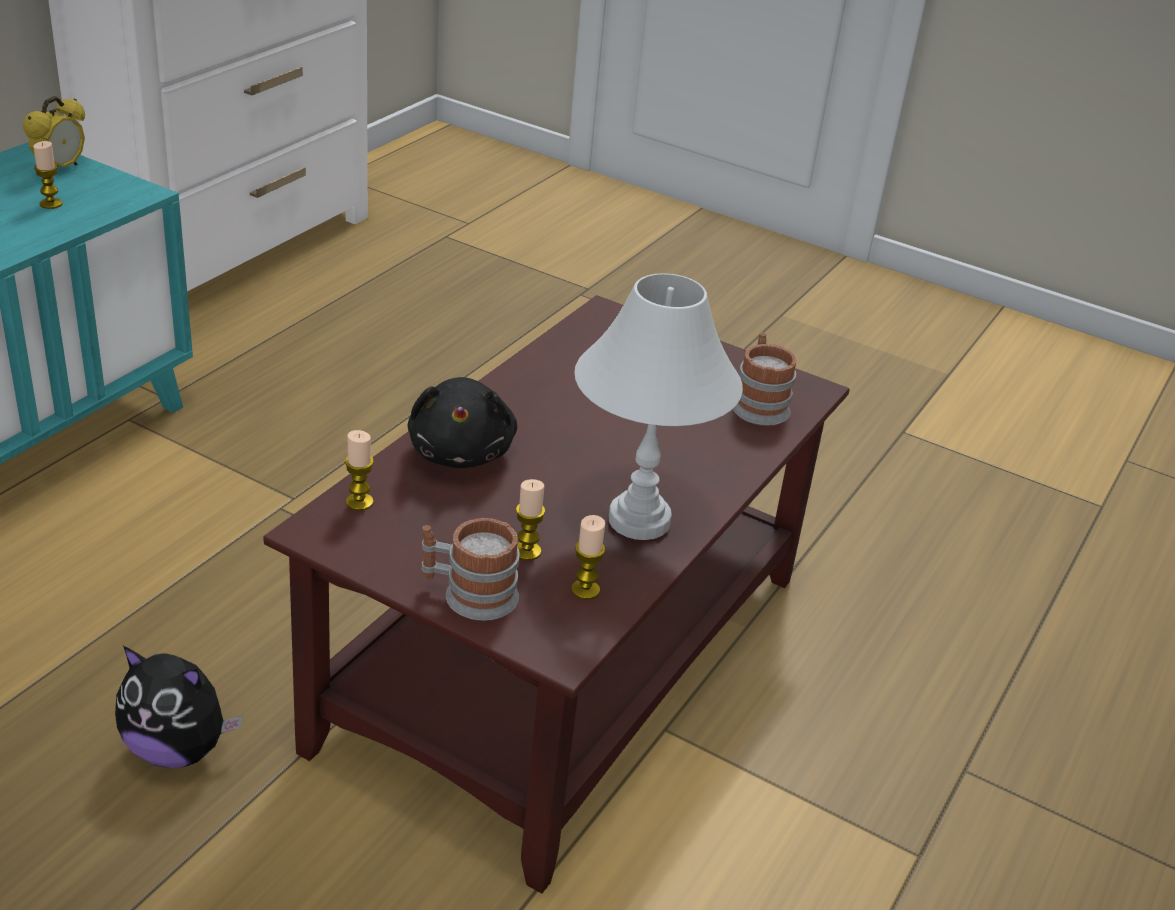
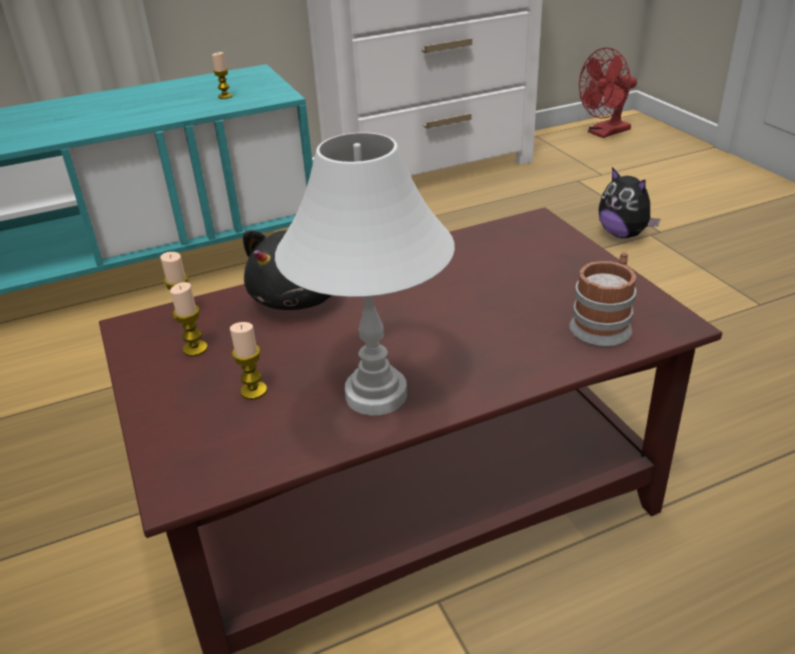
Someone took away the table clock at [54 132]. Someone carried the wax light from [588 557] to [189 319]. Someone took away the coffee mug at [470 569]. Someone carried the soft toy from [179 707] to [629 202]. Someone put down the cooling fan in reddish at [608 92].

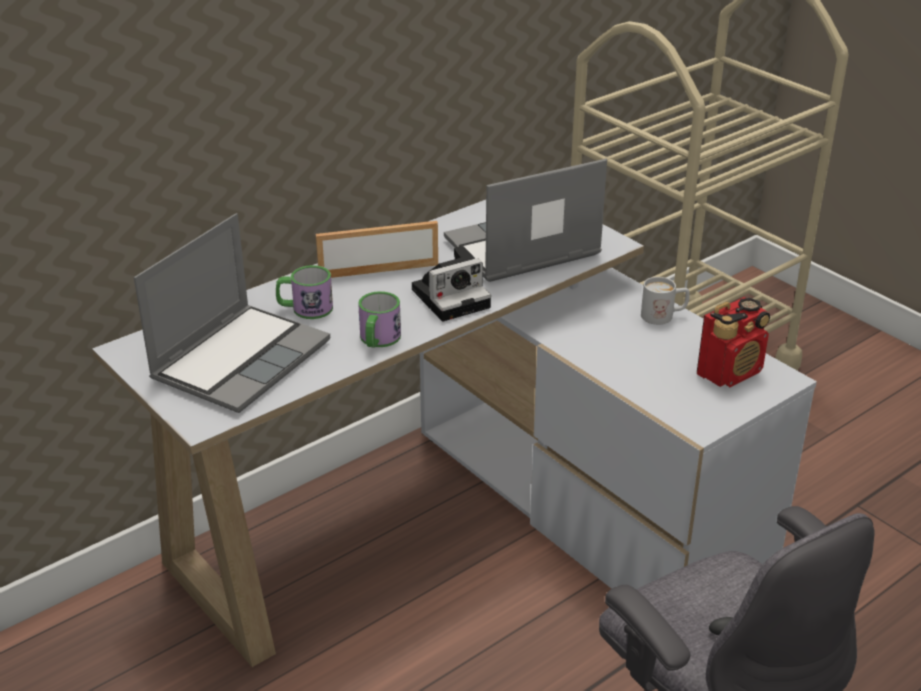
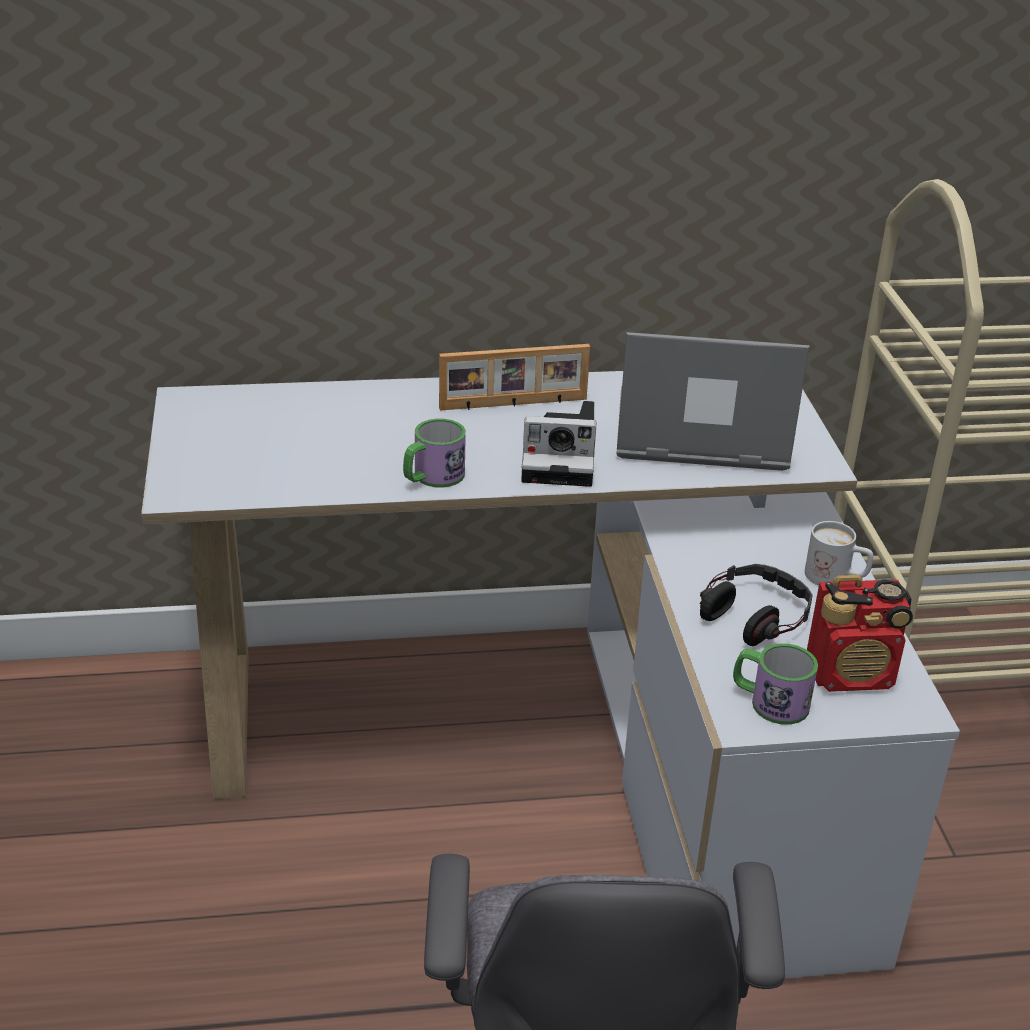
Someone took away the portable computer at [232 313]. Someone rotated the standing frame at [377 249] by 150 degrees clockwise. Someone carried the coffee mug from [304 292] to [775 684]. Someone put down the pair of headphones at [756 605].

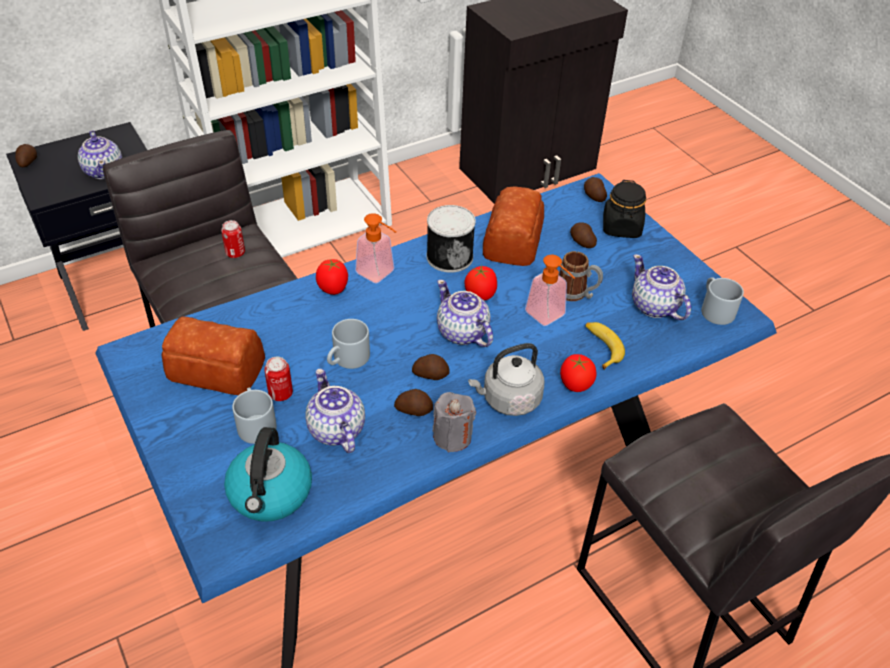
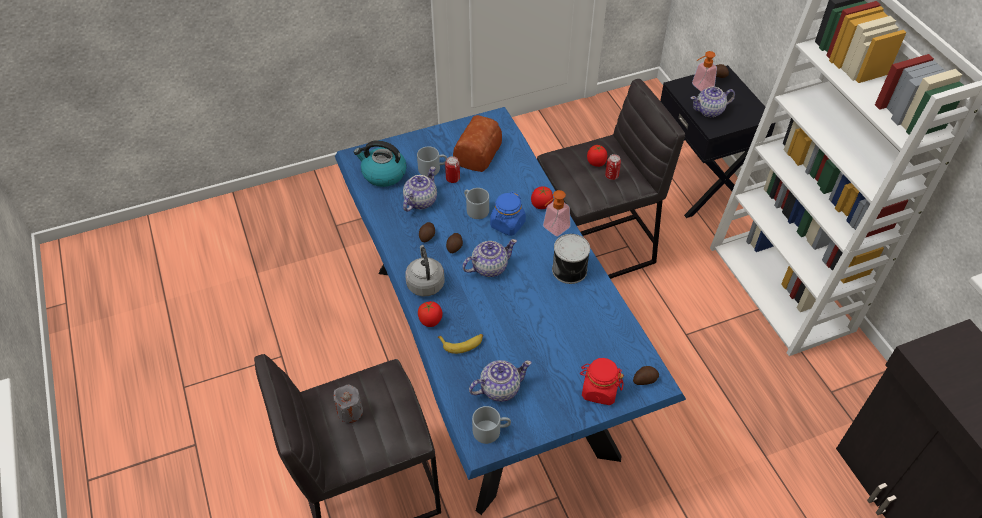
Someone repainted the jar in blackish at [624 209], which became the jar in reddish at [602 381]. Someone took away the bread at [513 226]. Someone took away the spud at [583 235]. Someone took away the coffee mug at [581 276]. Someone carried the liquid soap bottle from [550 290] to [704 71]. Someone carried the fresh tomato from [481 283] to [597 156]. Someone rotated the tea pot at [335 410] by 45 degrees counterclockwise. Someone carried the wax light in gray from [454 422] to [348 403]. Someone put down the jar in blue-coloured at [508 213].

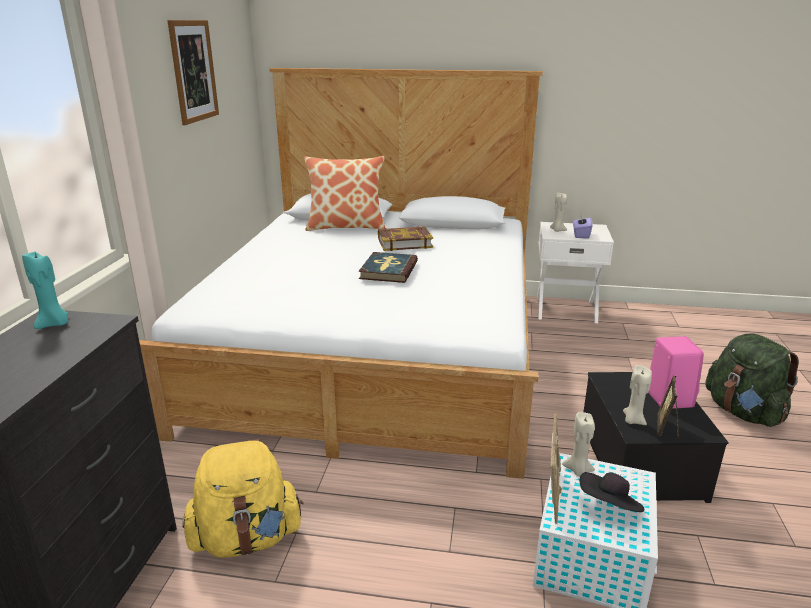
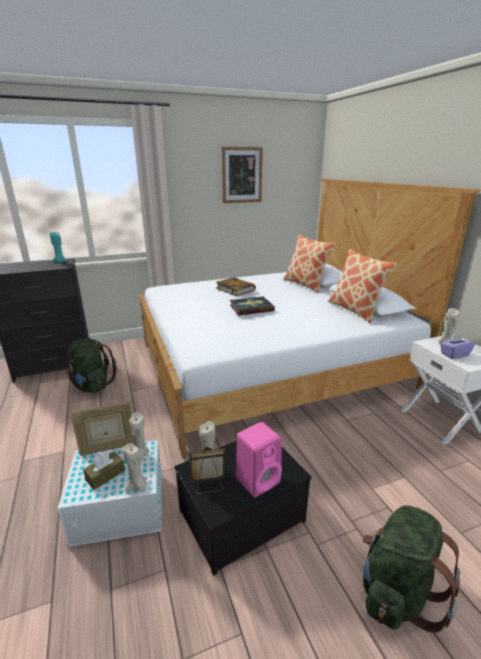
Someone carried the volume from [405 238] to [236 287]. Someone repainted the knapsack in yellowish at [242 498], which became the knapsack in green at [91 365]. Someone swapped the hat in blackish at [612 492] for the tissue box in brownish at [104 470]. Someone put down the cushion at [363 286]. Someone put down the wax light in beige-coloured at [135 467].

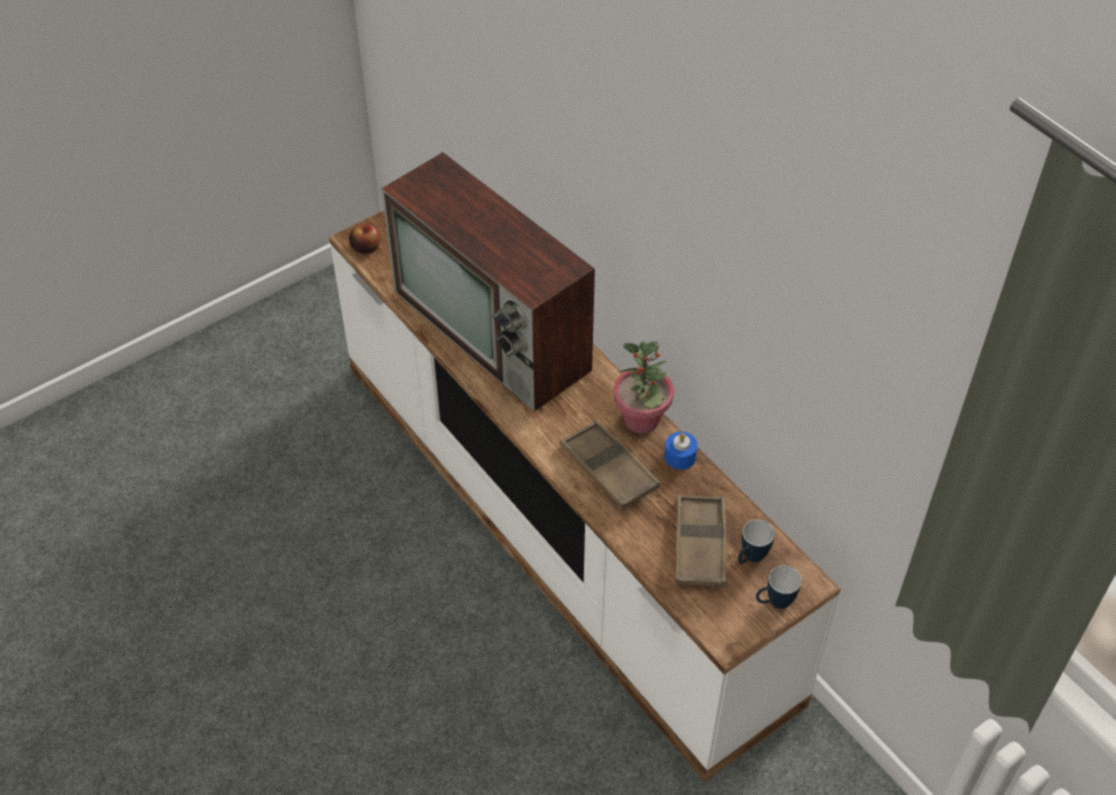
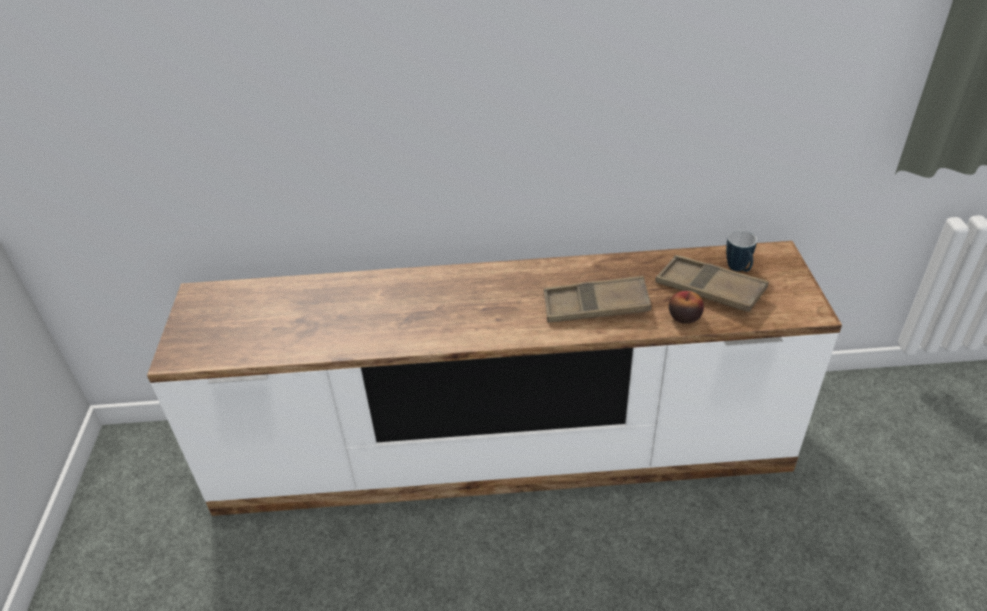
Someone took away the TV at [488 282]. Someone carried the apple fruit from [364 239] to [686 307]. Someone took away the potted plant at [643 387]. Someone took away the wax light in blue-coloured at [681 451]. Someone took away the coffee mug at [779 587].

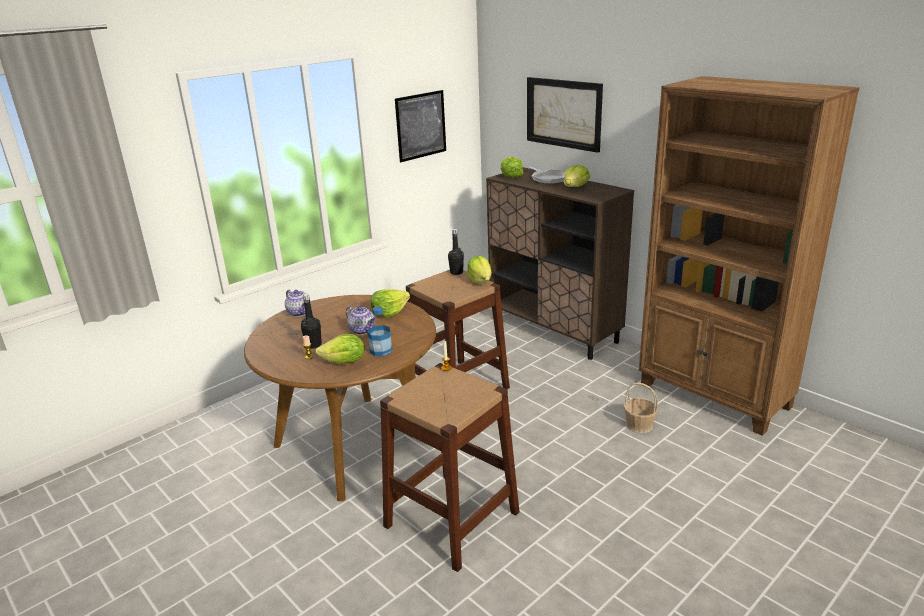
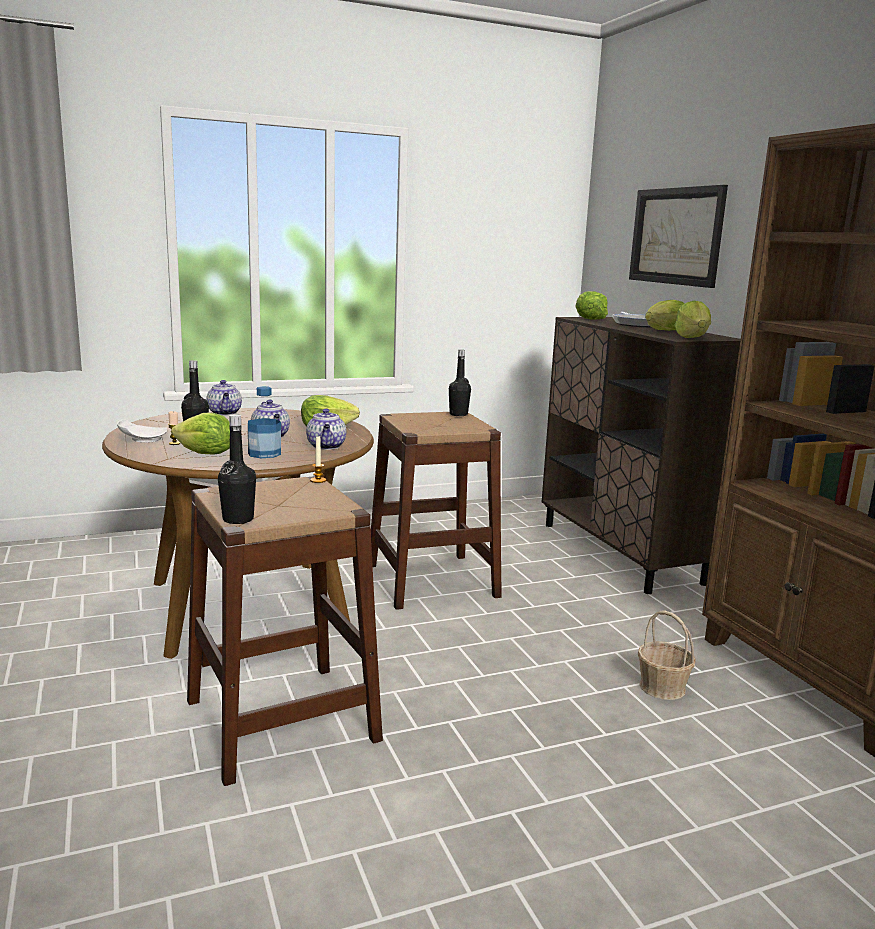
Someone took away the wall art at [420 126]. Someone carried the lettuce head from [479 270] to [693 319]. Someone put down the tea pot at [326 429]. Someone put down the bottle in blackish at [237 469]. Someone put down the flat dish in white-coloured at [142 431].

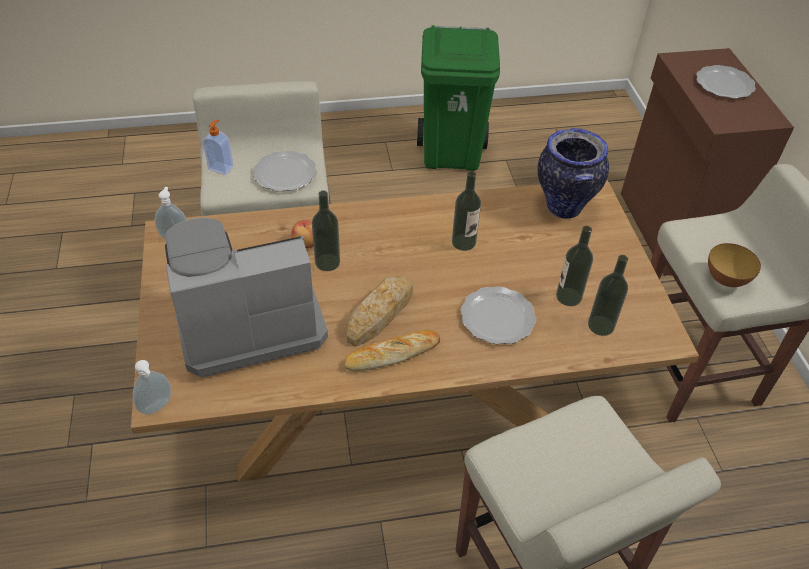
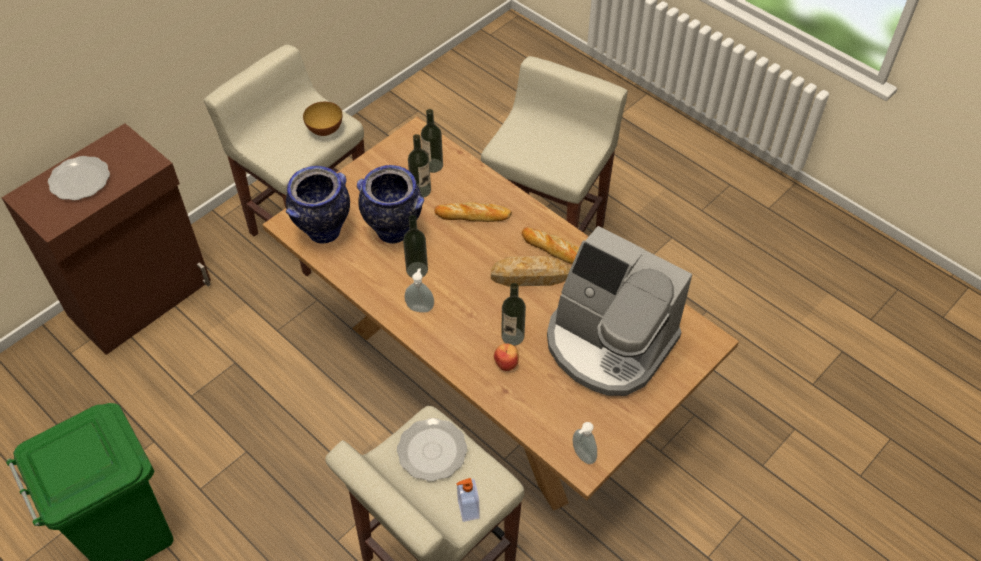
Someone swapped the flat dish at [498 315] for the bread at [473 212]. Someone carried the liquid soap bottle from [152 387] to [419 290]. Someone put down the flower vase at [390 204].

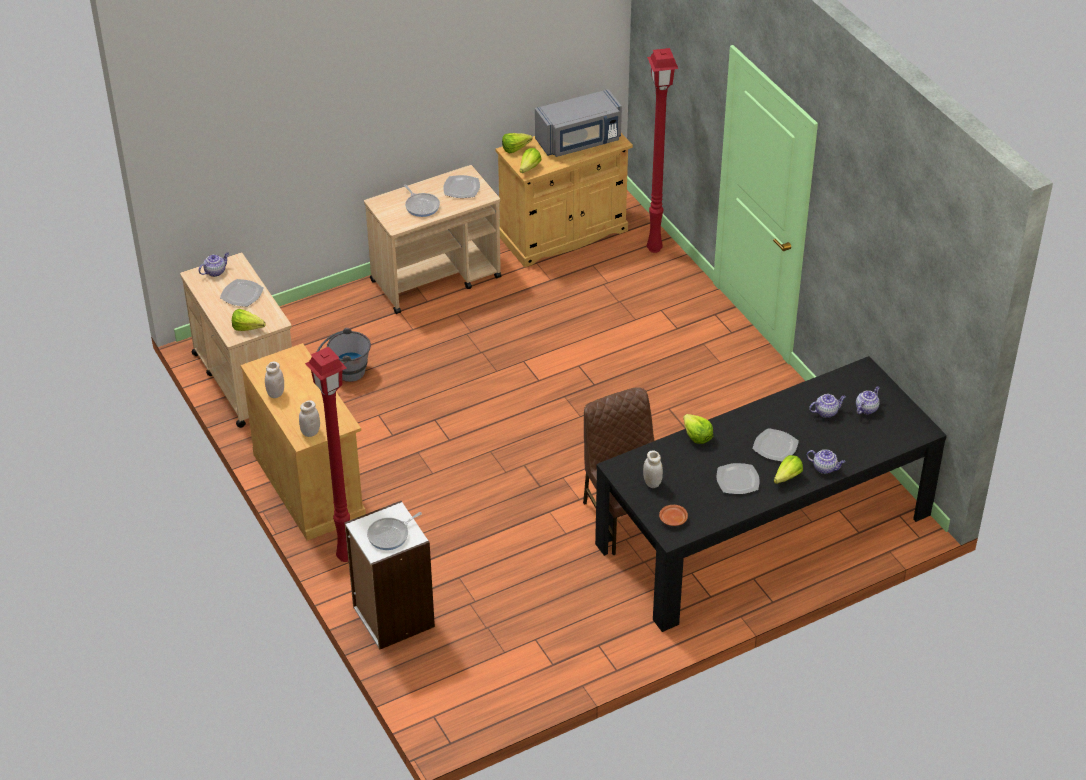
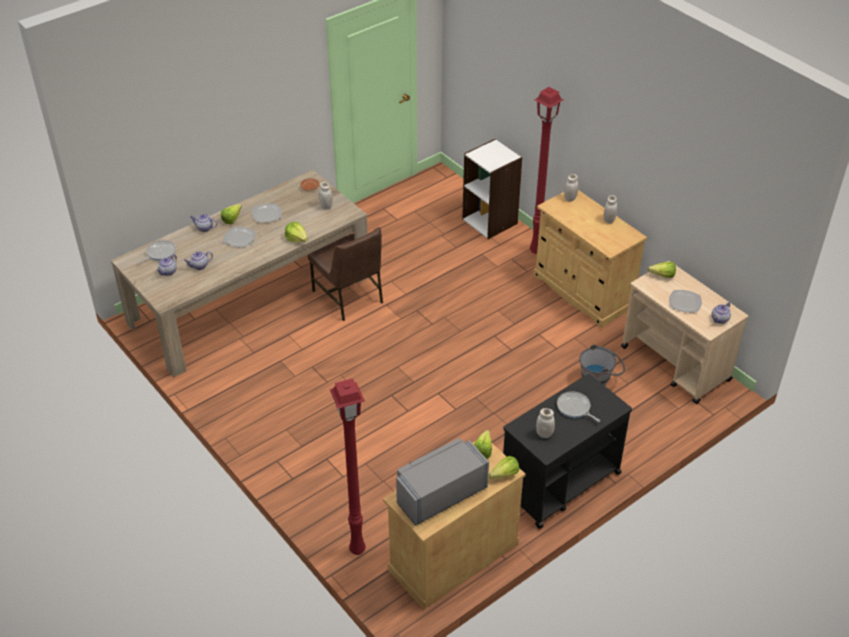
Someone repainted the trolley in beige-coloured at [432 239], which became the trolley in blackish at [567 451]. Someone swapped the flat dish at [461 186] for the jar in white-coloured at [545 423]. Someone repainted the dining table in blackish at [771 494], which became the dining table in beige-coloured at [240 273]. Someone carried the pan from [394 531] to [156 252].

